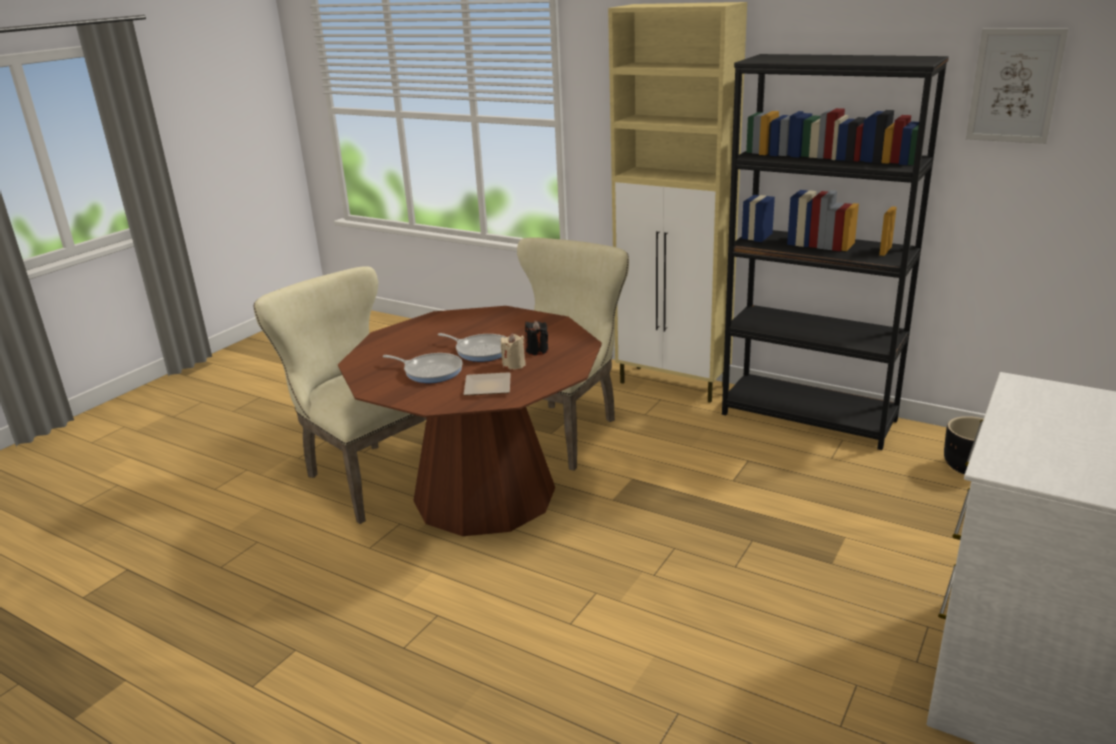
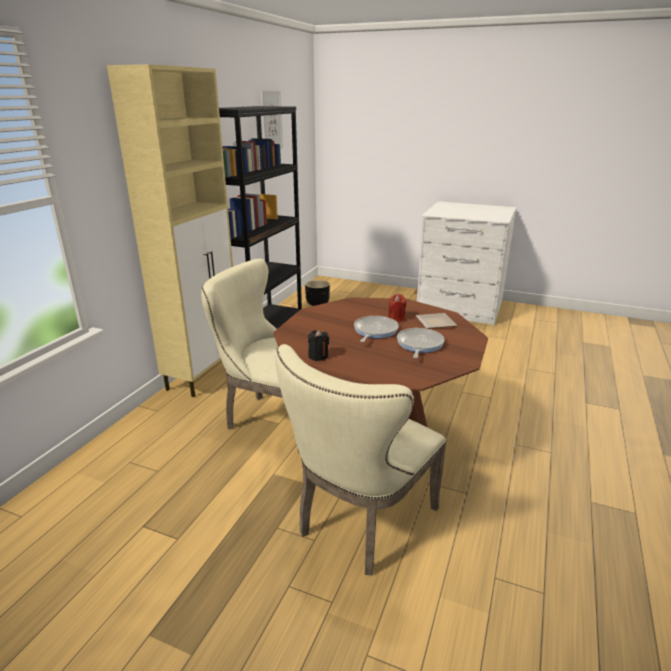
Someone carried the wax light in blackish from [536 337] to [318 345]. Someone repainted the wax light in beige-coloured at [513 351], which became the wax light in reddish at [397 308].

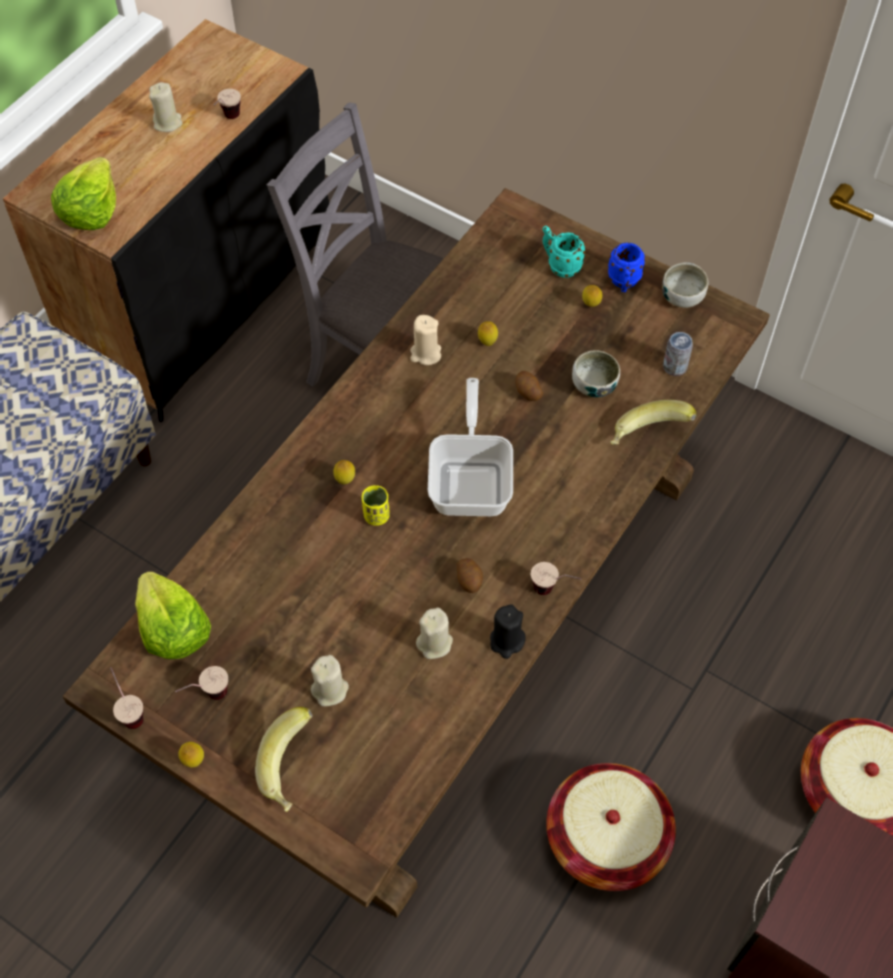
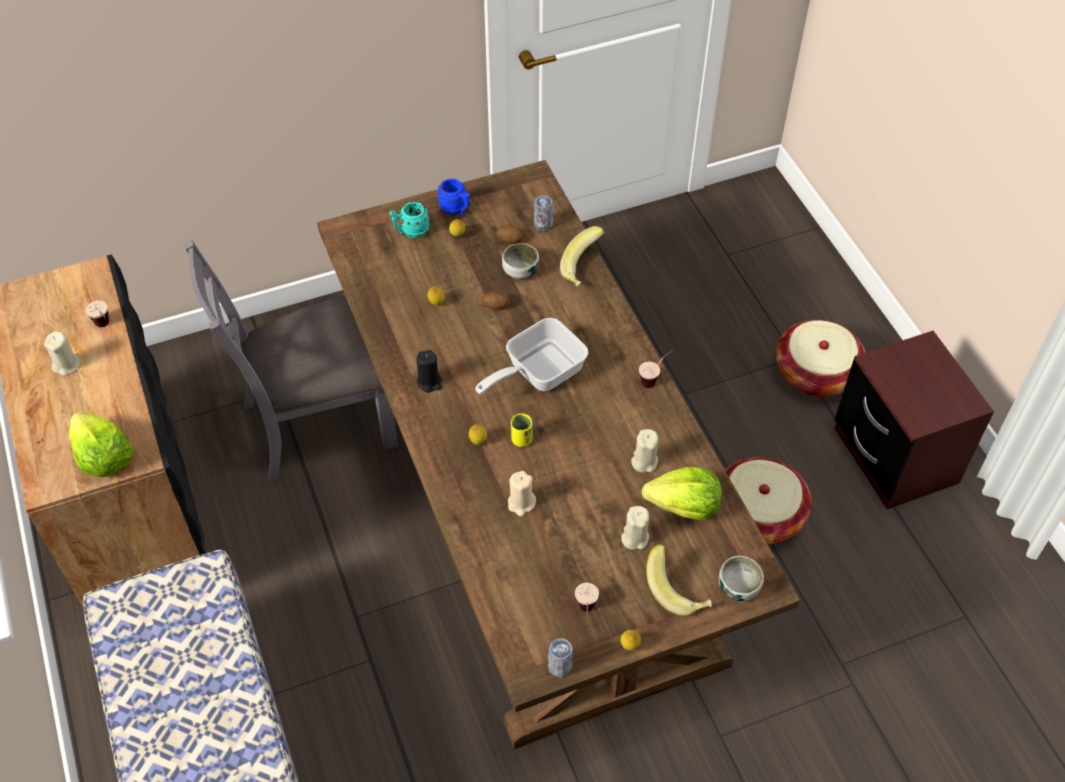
Someone carried the deep dish from [685 285] to [741 578]. Someone carried the wax light in beige-coloured from [425 340] to [522 493]. Someone rotated the pan at [470 447] by 75 degrees counterclockwise. Someone carried the spud from [470 575] to [509 235]. Someone carried the lettuce head from [173 615] to [681 493]. Someone carried the wax light in blackish from [507 631] to [429 371]. Someone swapped the small cup at [127 698] for the can at [560 657].

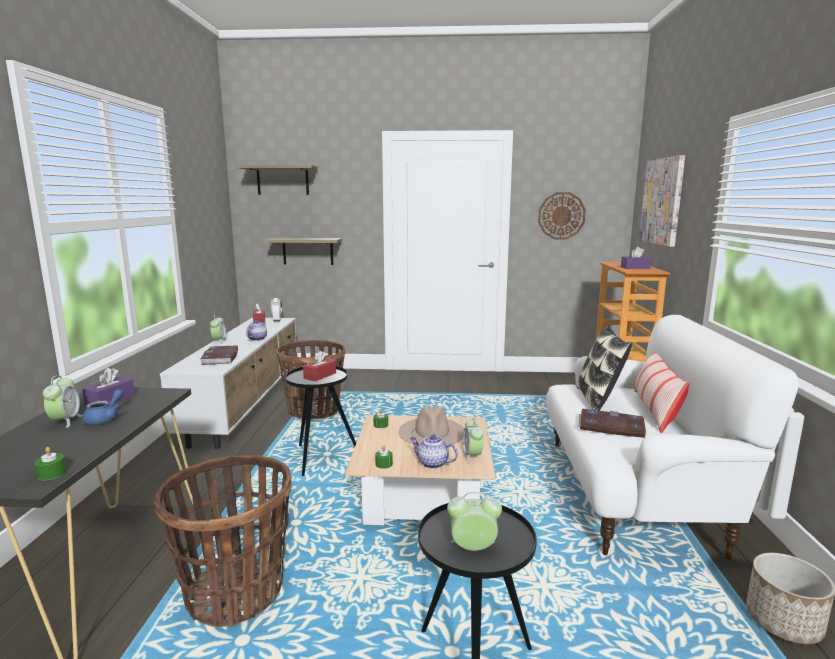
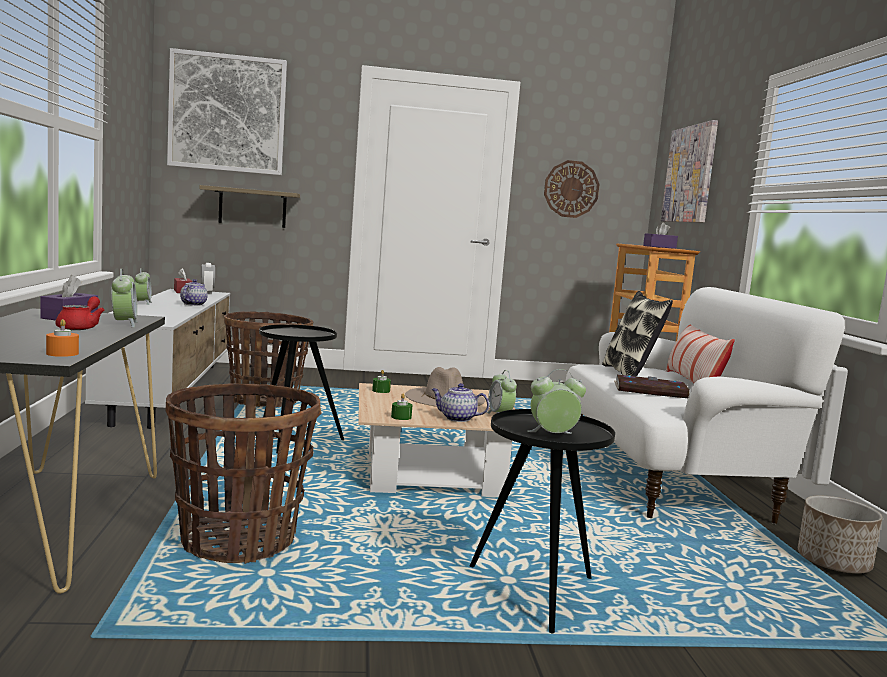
Someone swapped the bracket shelf at [277 180] for the wall art at [227 111]. Someone took away the volume at [219 355]. Someone took away the tissue box in reddish at [319 366]. Someone carried the table clock from [63 401] to [124 298]. Someone repainted the tea pot in blue-coloured at [102 407], which became the tea pot in reddish at [79 313]. Someone repainted the wax light in green at [51 463], which became the wax light in orange at [62 338].

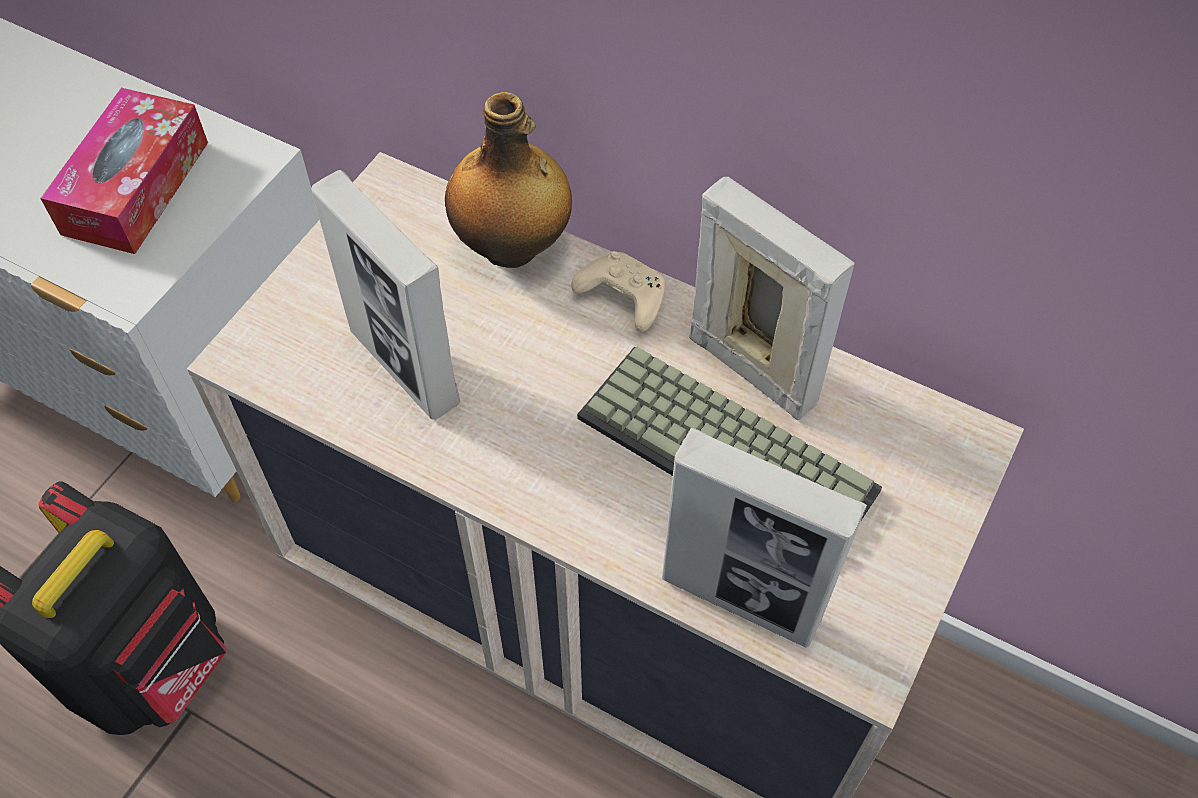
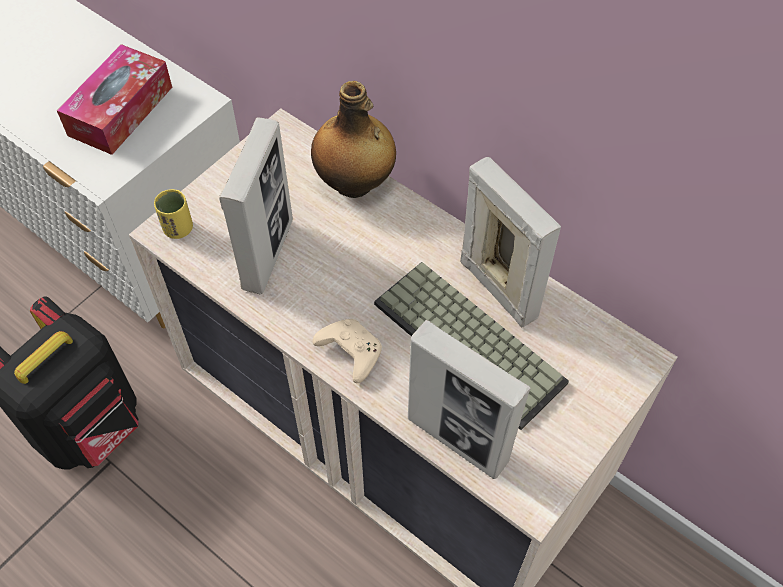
Someone rotated the standing frame at [385 295] by 135 degrees counterclockwise. Someone carried the game controller in beige-coloured from [618 291] to [347 351]. Someone put down the small cup in yellowish at [173 214].

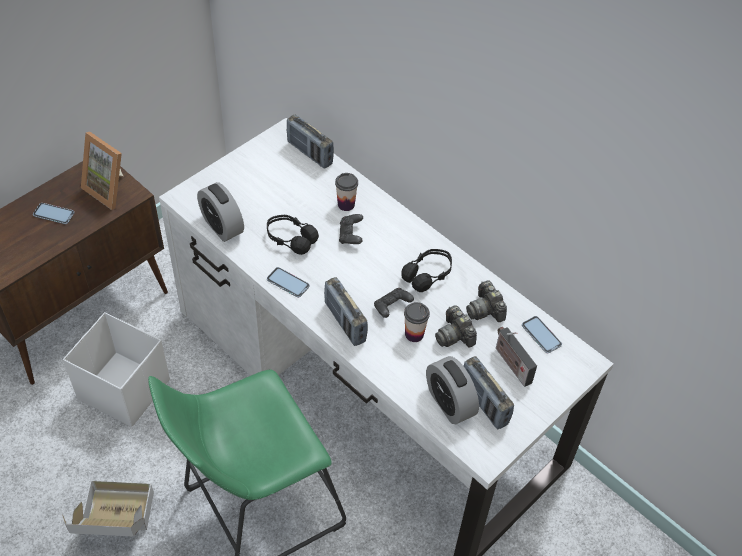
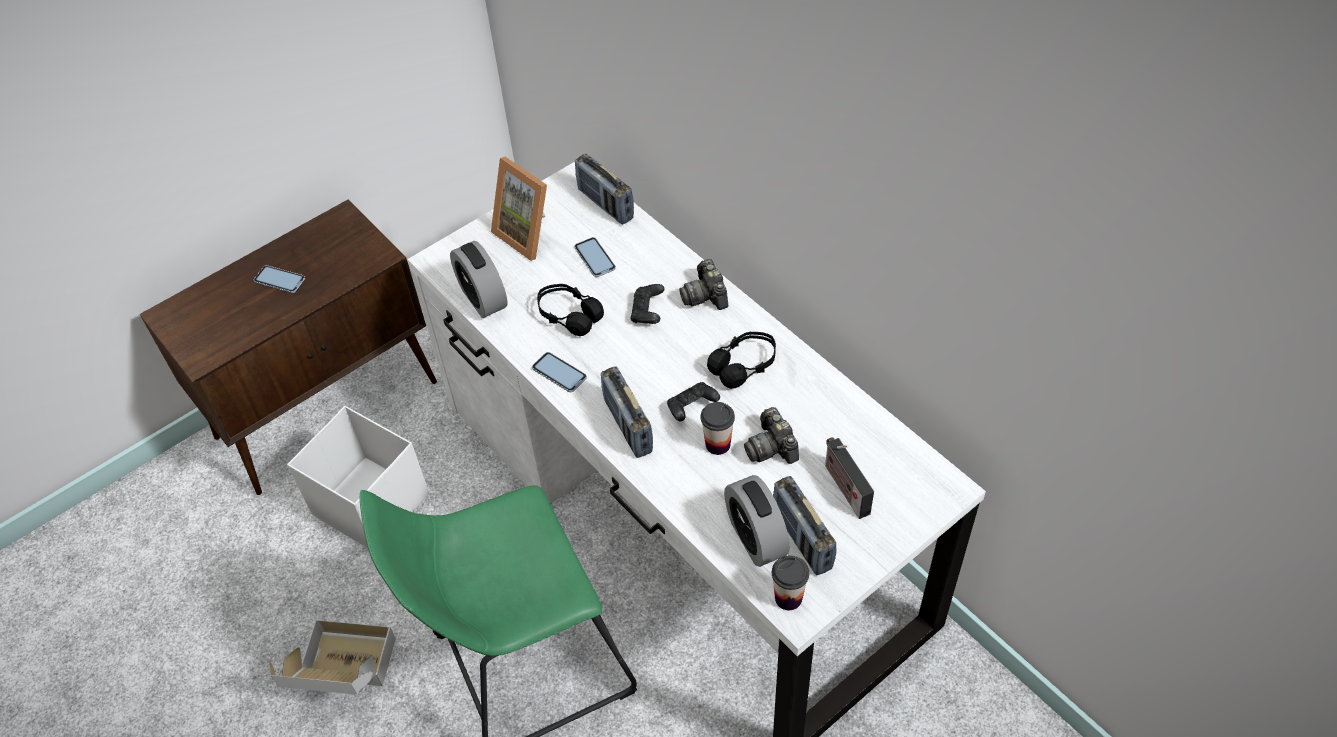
Someone carried the standing frame from [102 171] to [519 209]. Someone carried the small cup from [346 192] to [790 583]. Someone carried the photo camera from [486 301] to [703 284]. Someone carried the handset from [542 334] to [595 257].

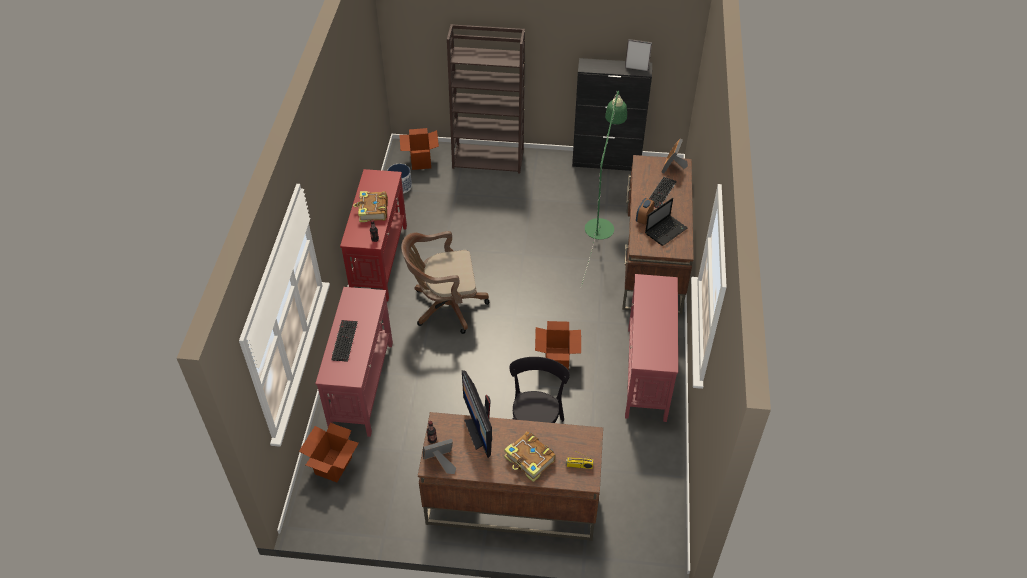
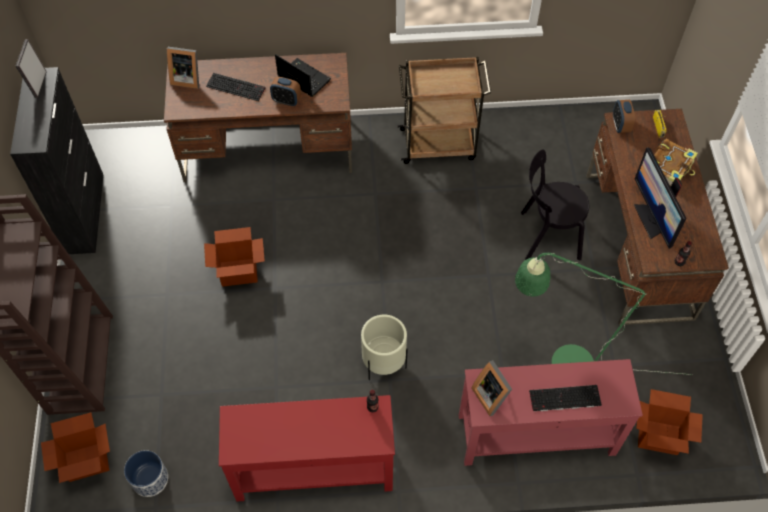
Someone carried the standard lamp in green from [604 188] to [603 314]. Someone took away the volume at [370 206]. Someone swapped the desk chair in brownish at [445 282] for the flower pot in beige-coloured at [384 347]. Someone swapped the narrow table in reddish at [651 348] for the trolley in brownish at [444 110]. Someone carried the carton from [558 345] to [234 257]. Someone rotated the computer screen at [477 414] by 105 degrees clockwise. Someone carried the standing frame from [439 456] to [491 388]. Someone put down the table clock at [624 116].

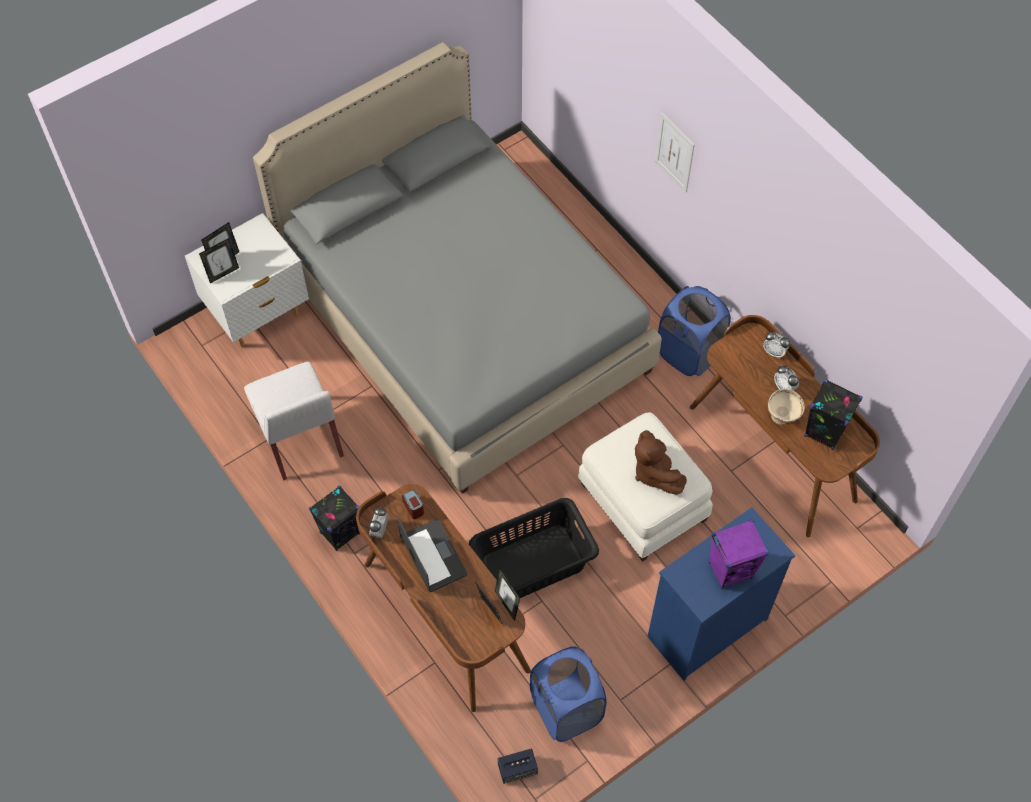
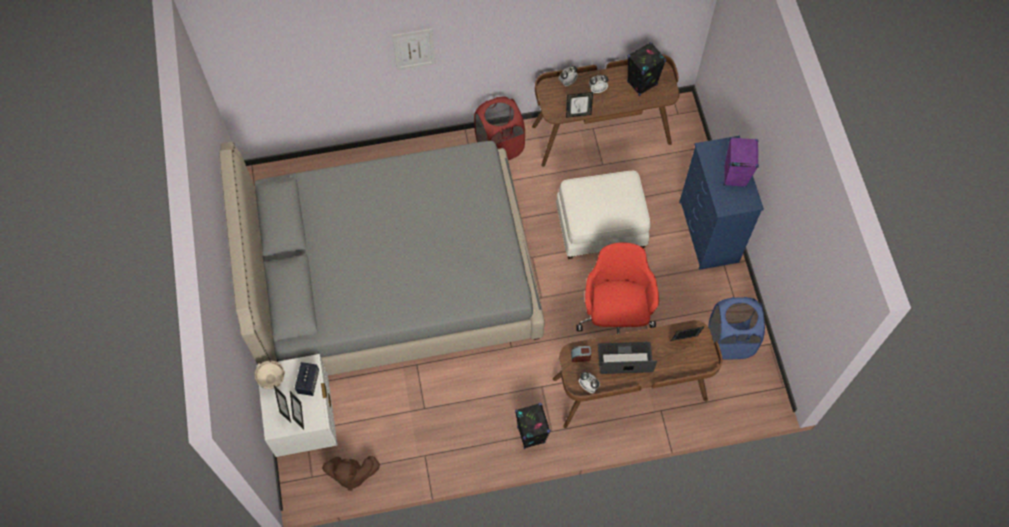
Someone repainted the laundry basket in blue-coloured at [694 331], which became the laundry basket in reddish at [499 128]. Someone took away the upright chair in white-coloured at [294 421]. Someone carried the deep dish in beige-coloured from [786 406] to [270 375]. Someone carried the soft toy in brownish from [661 462] to [351 473]. Someone swapped the laundry basket in blackish at [534 548] for the desk chair in reddish at [618 288]. Someone carried the standing frame from [507 594] to [579 105]. Someone carried the loudspeaker from [518 766] to [307 379].

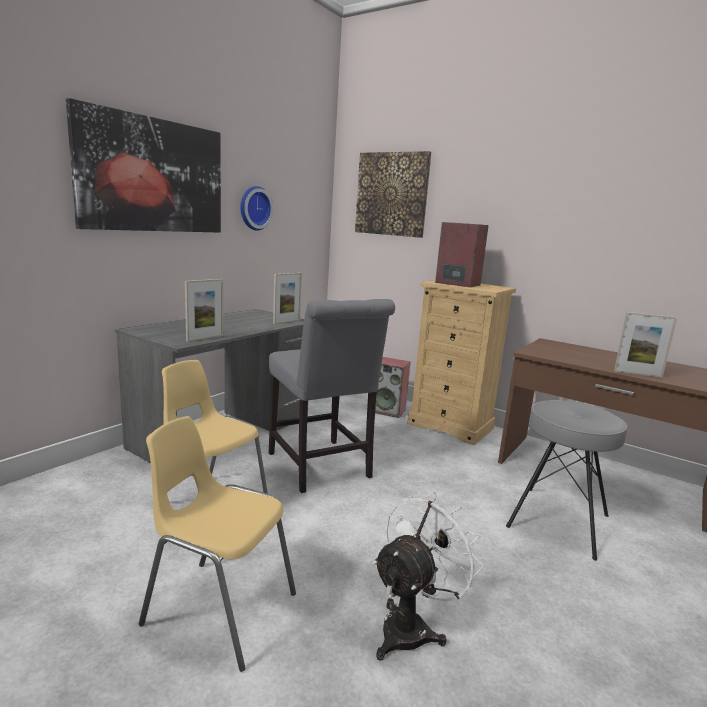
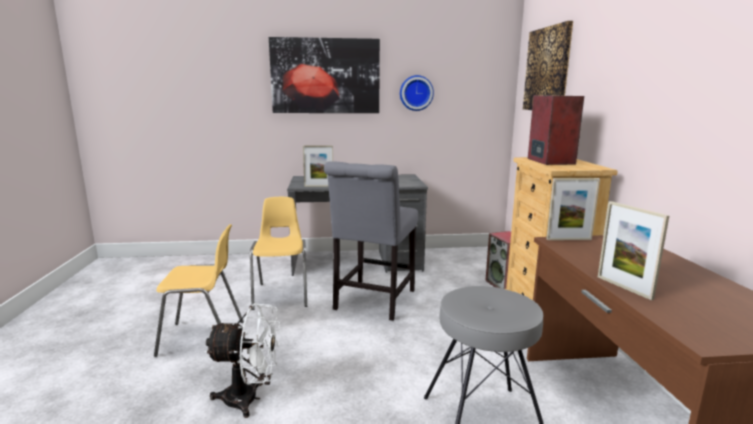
Someone carried the standing frame from [287 298] to [573 209]. Someone rotated the upright chair in yellowish at [217 544] by 105 degrees clockwise.

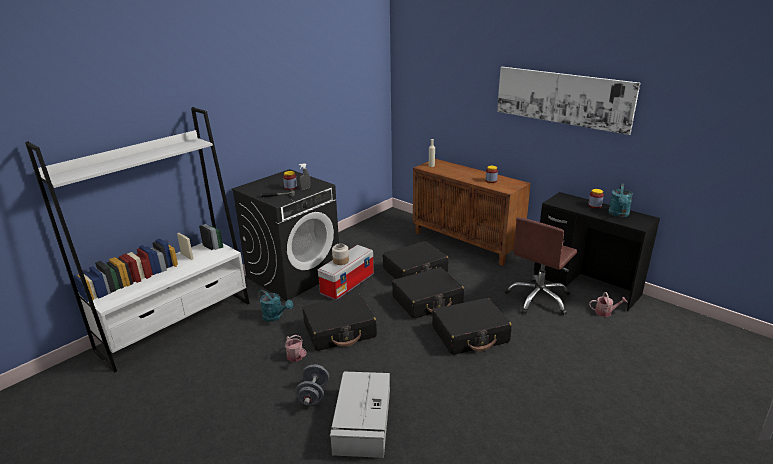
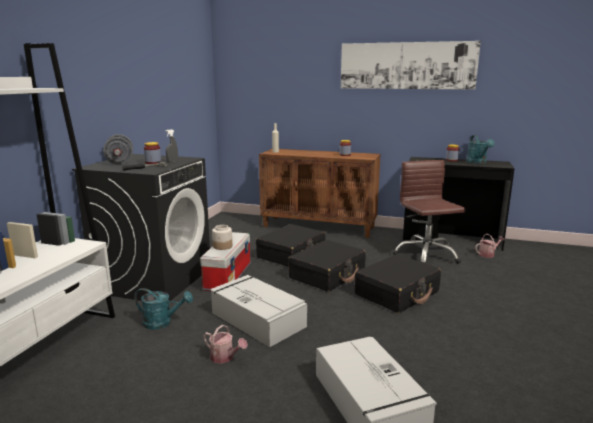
Someone rotated the desk chair in brownish at [541 266] by 150 degrees clockwise. Someone swapped the suitcase in blackish at [339 322] for the storage bin in gray at [258 311]. Someone carried the dumbbell in gray from [312 385] to [118 149].

